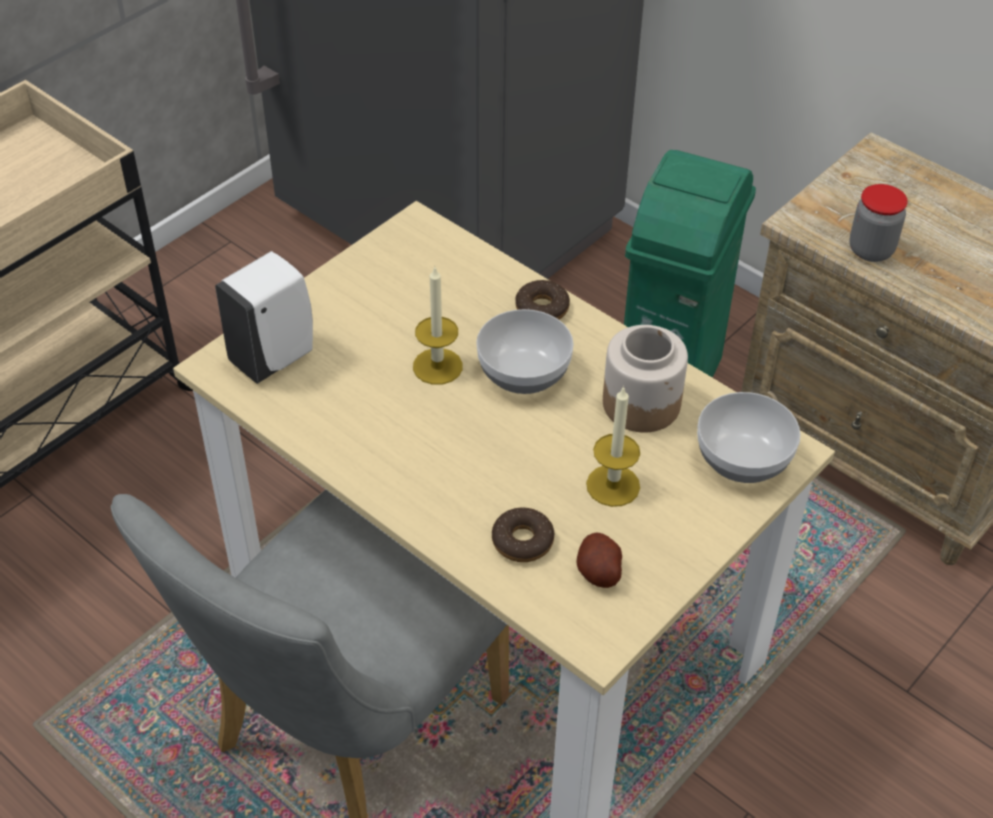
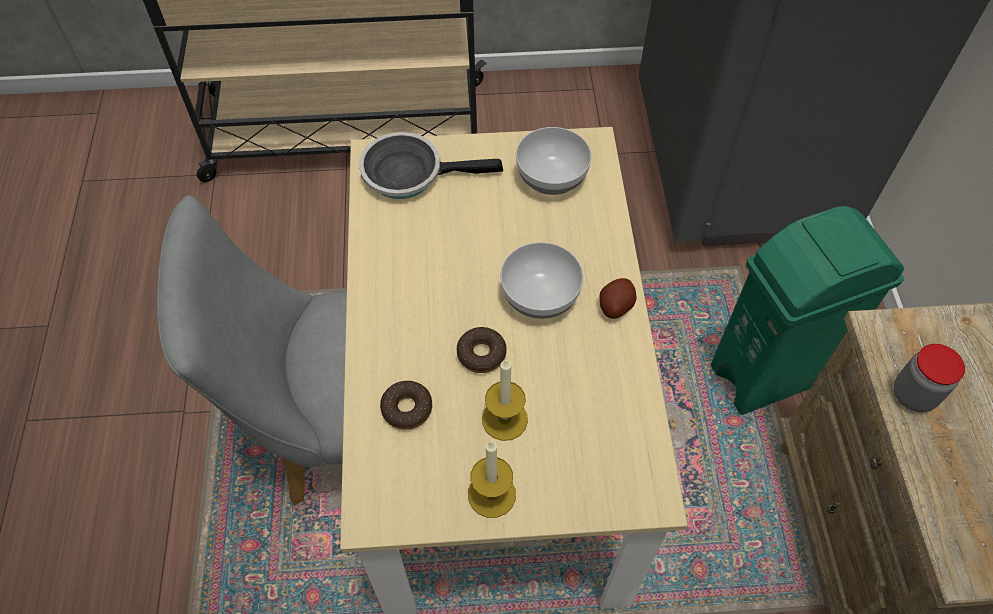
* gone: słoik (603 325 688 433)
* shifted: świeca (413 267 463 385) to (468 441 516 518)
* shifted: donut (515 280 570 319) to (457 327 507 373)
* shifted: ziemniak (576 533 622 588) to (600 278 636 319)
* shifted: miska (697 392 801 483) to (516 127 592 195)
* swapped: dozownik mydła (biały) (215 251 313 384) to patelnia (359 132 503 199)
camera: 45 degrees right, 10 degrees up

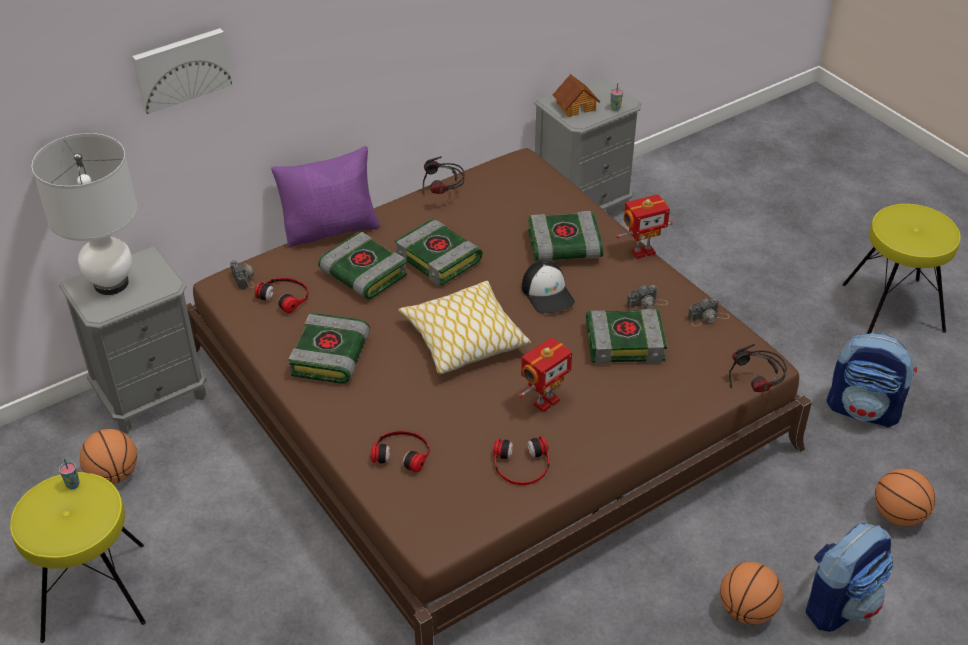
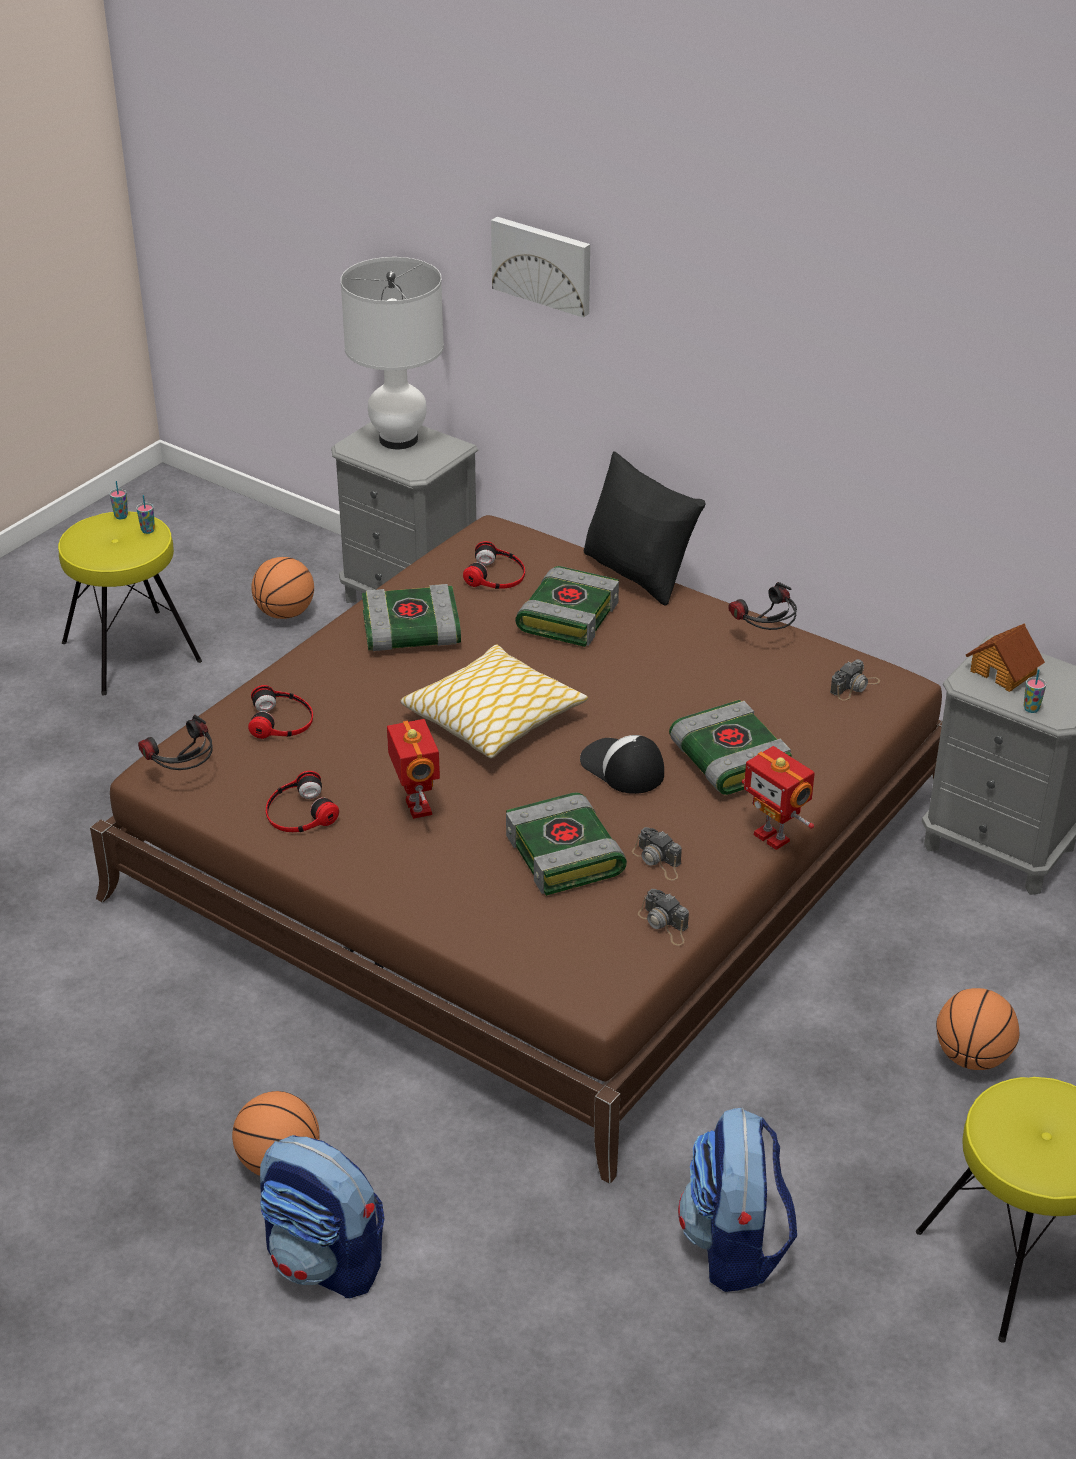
* gone: książka (395 219 483 286)
* new: filiżanka (109 481 128 519)
* shifted: aparat fotograficzny (230 260 255 290) to (830 659 880 700)
* shifted: słuchawki (729 344 787 392) to (138 715 213 770)
* shifted: piłka do koszykówki (875 468 935 526) to (936 988 1019 1070)
* repainted: poduszka (fioletowy) (271 146 380 247) to poduszka (czarny) (584 451 706 605)
* rotated: robot zabawkowy (519 337 572 412) = (387 719 440 819) 135 degrees counterclockwise
* rotated: czapka z daszkiem (522 261 575 314) = (580 735 664 794) 90 degrees clockwise
camera: 70 degrees right, 5 degrees down

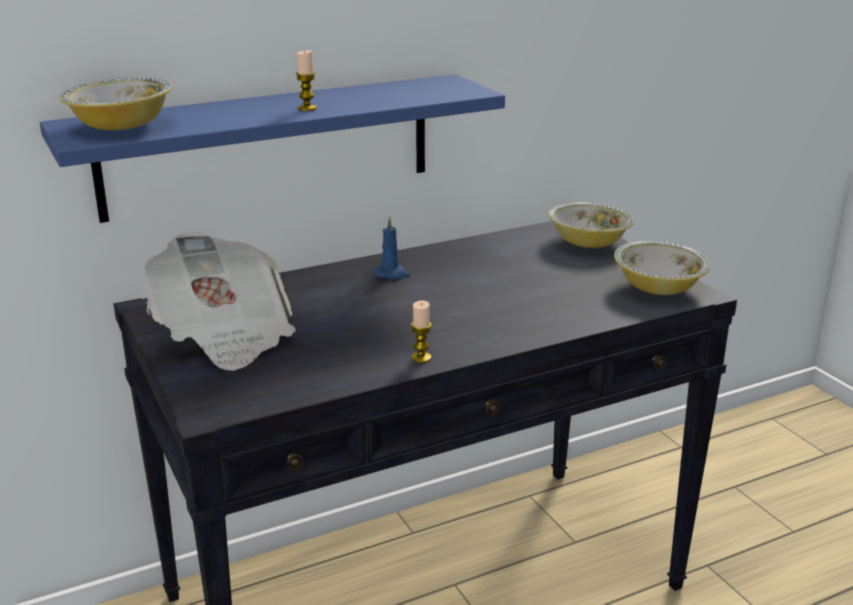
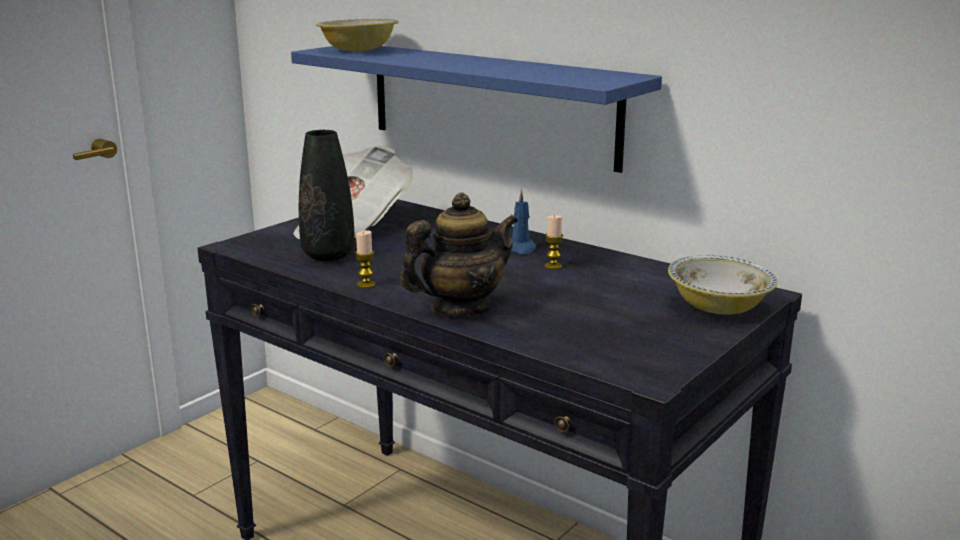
* gone: miska (614 240 710 295)
* new: wazon (czarny) (299 130 355 261)
* new: imbryk (400 192 518 317)
* shifted: świeca (296 50 317 111) to (544 215 563 270)
camera: 65 degrees right, 5 degrees down

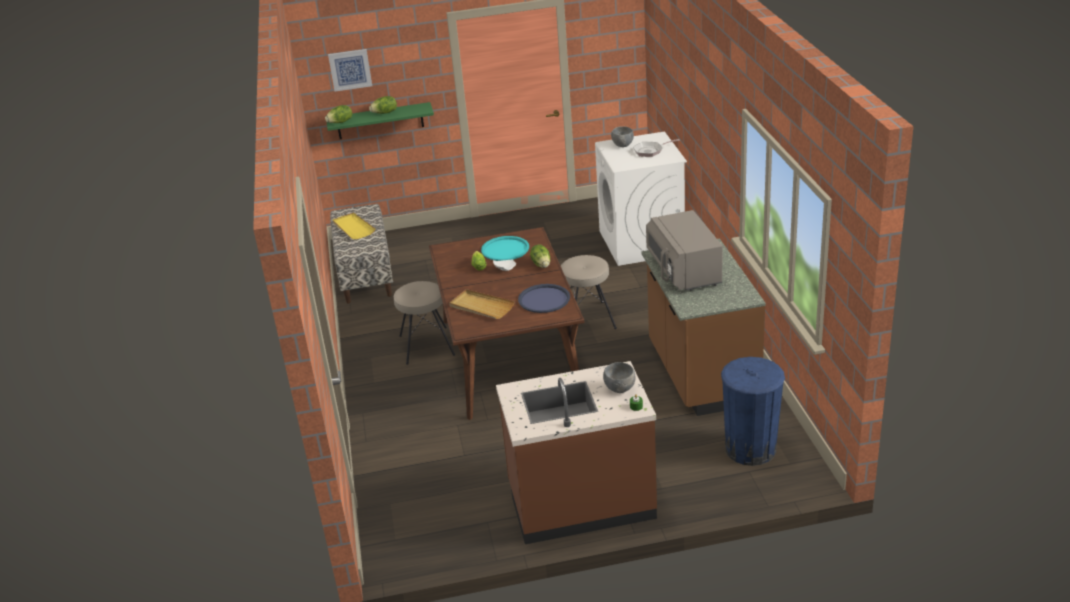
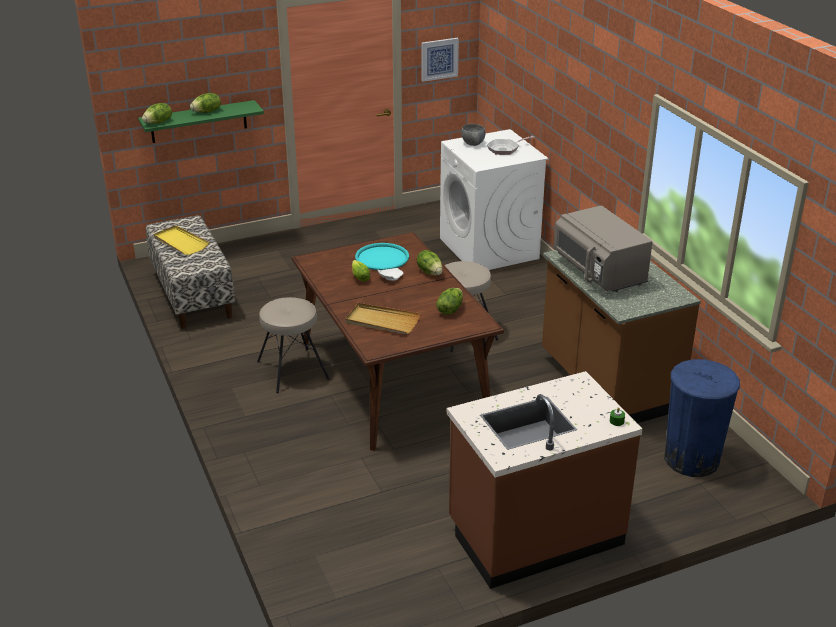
* gone: miska (szary) (603 362 636 393)
* shifted: obraz (328 49 372 92) to (421 38 459 82)
* swapped: taca (niebieski) (518 284 570 313) to sałata (436 288 463 315)
camera: 15 degrees left, 0 degrees up

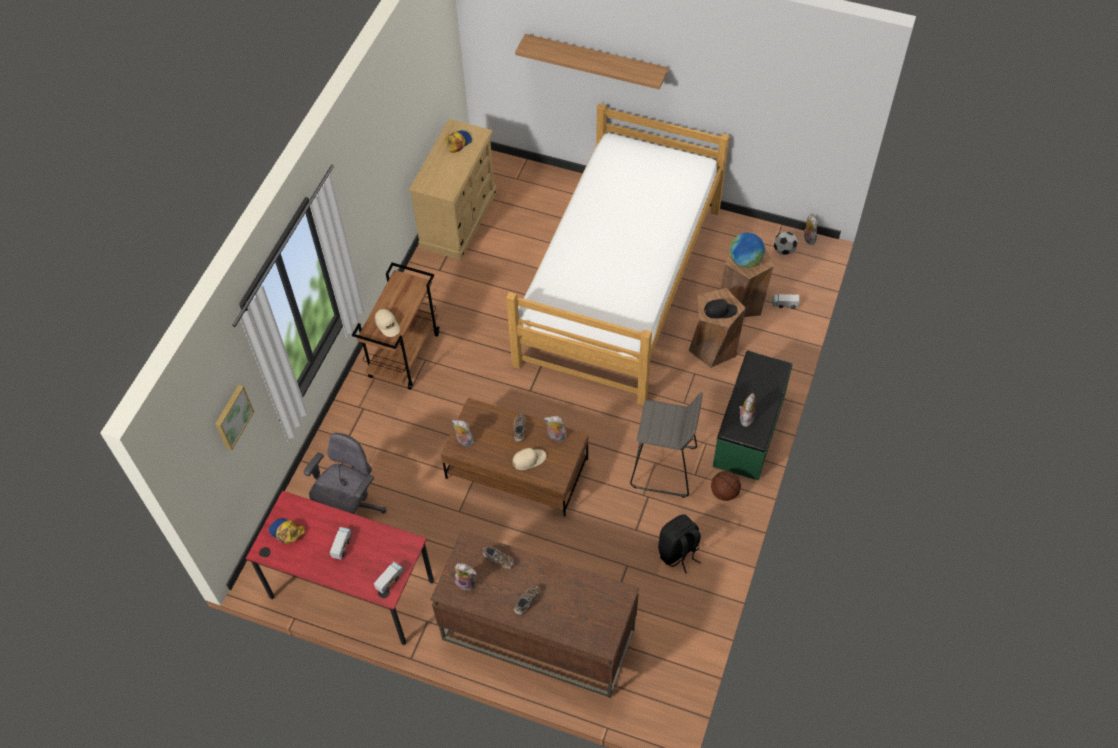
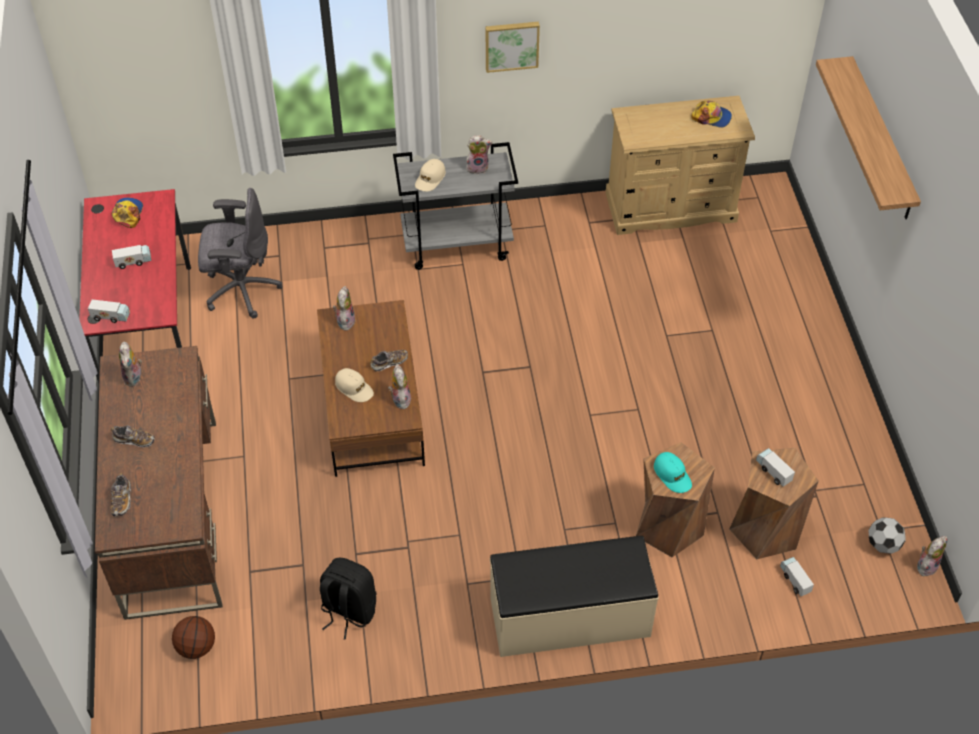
* gone: łóżko (506 103 729 405)
* gone: stołek (szary) (630 392 703 498)
* shifted: obraz (215 385 254 450) to (486 22 540 73)
* shifted: but (483 546 514 569) to (111 473 131 517)
* shifted: piłka do koszykówki (711 471 741 501) to (172 616 215 659)
* shifted: pluszak (739 393 755 428) to (466 135 493 174)
* swapped: globus (730 232 765 268) to ciężarówka zabawkowa (756 448 795 487)
* repainted: wózek (brązowy) (352 263 440 390) to wózek (szary) (393 142 518 270)
* repainted: czapka z daszkiem (czarny) (704 299 737 319) to czapka z daszkiem (turkusowy) (654 452 692 493)
* repainted: ławka (zielony) (713 351 793 480) to ławka (beżowy) (490 536 659 657)
camera: 60 degrees right, 5 degrees down

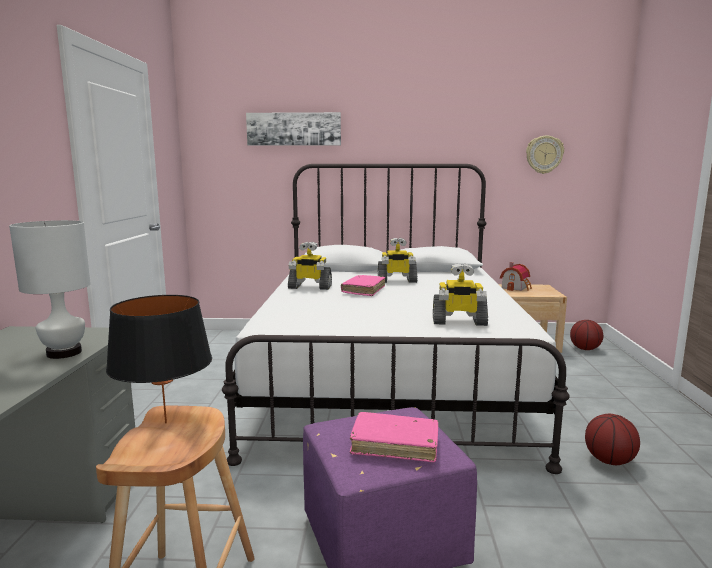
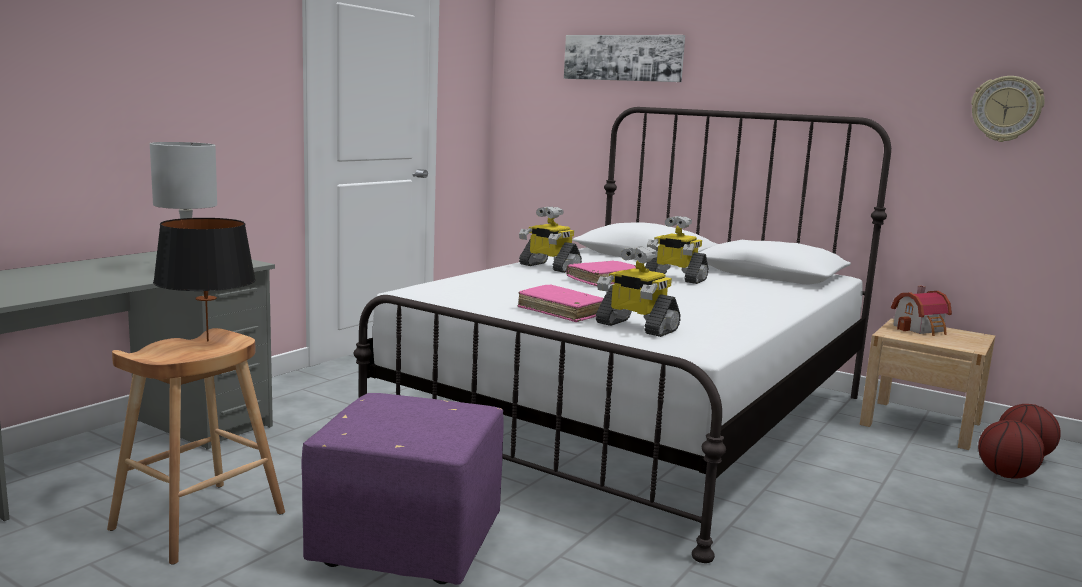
* shifted: książka (różowy) (350 412 438 462) to (517 284 604 322)
* shifted: piłka do koszykówki (585 414 640 465) to (978 420 1045 479)
camera: 30 degrees right, 0 degrees up

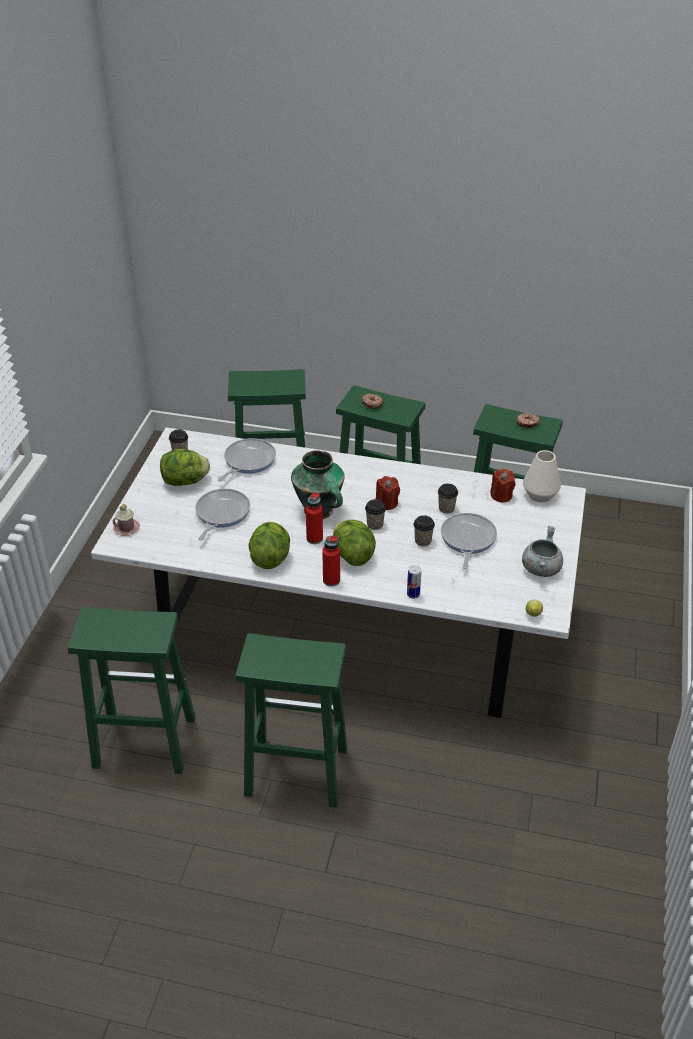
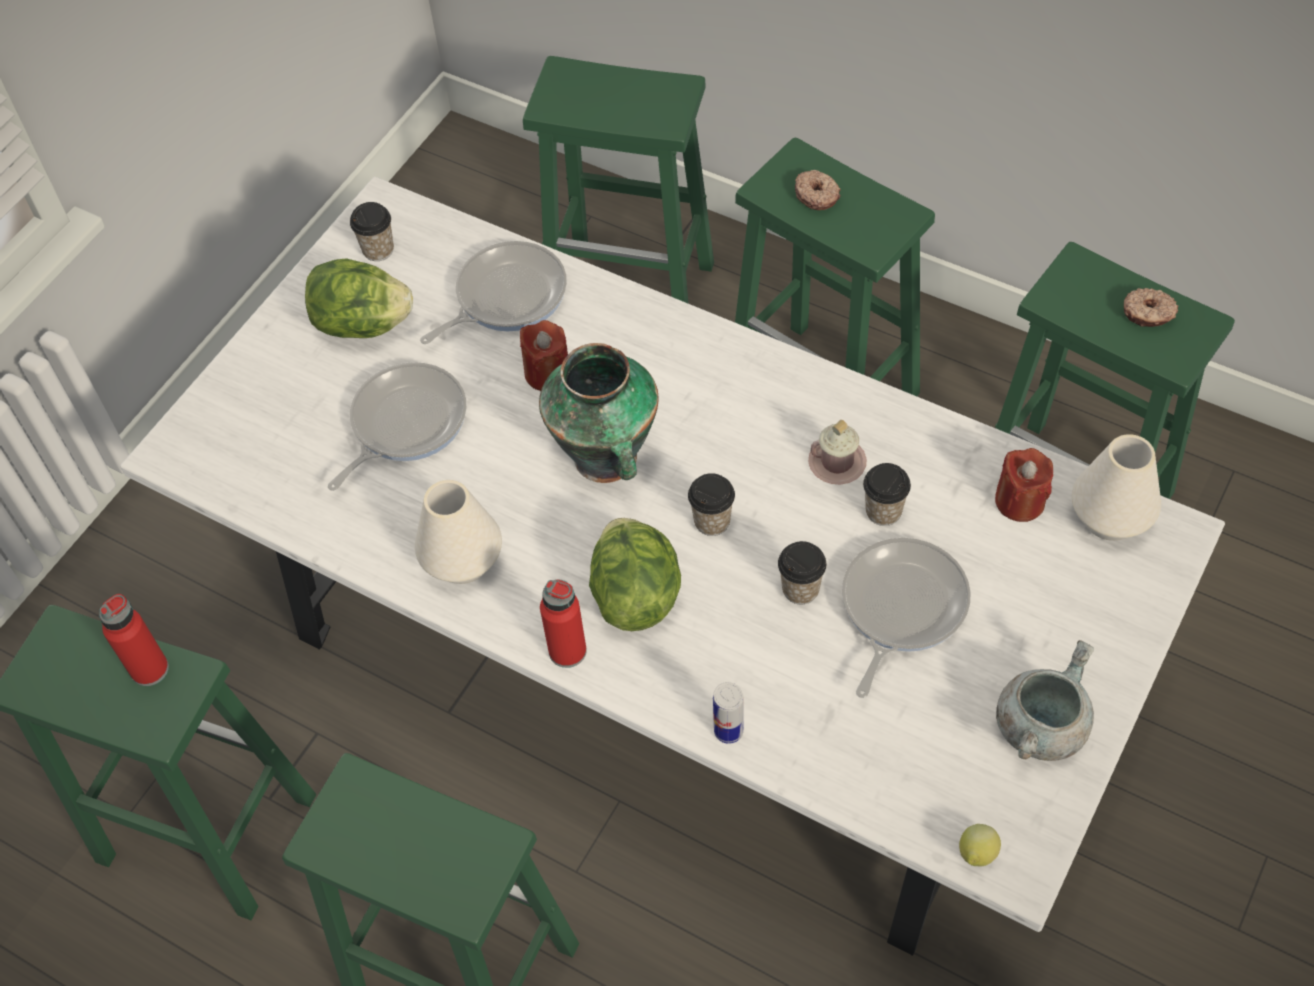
* shifted: kubek (różowy) (113 504 140 536) to (809 420 866 485)
* shifted: butelka (czerwony) (306 492 323 544) to (99 594 169 686)
* shifted: świeca (czerwony) (376 476 400 510) to (520 320 568 391)
* swapped: sałata (248 522 290 569) to wazon (biały) (415 480 502 584)
camera: 20 degrees right, 15 degrees up

